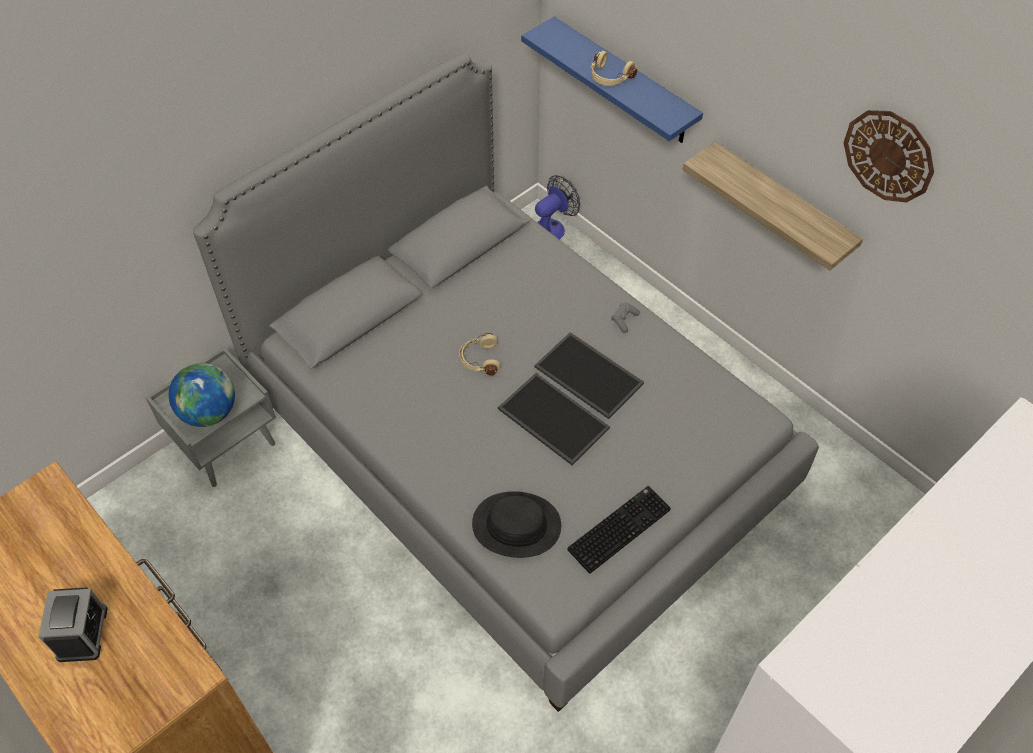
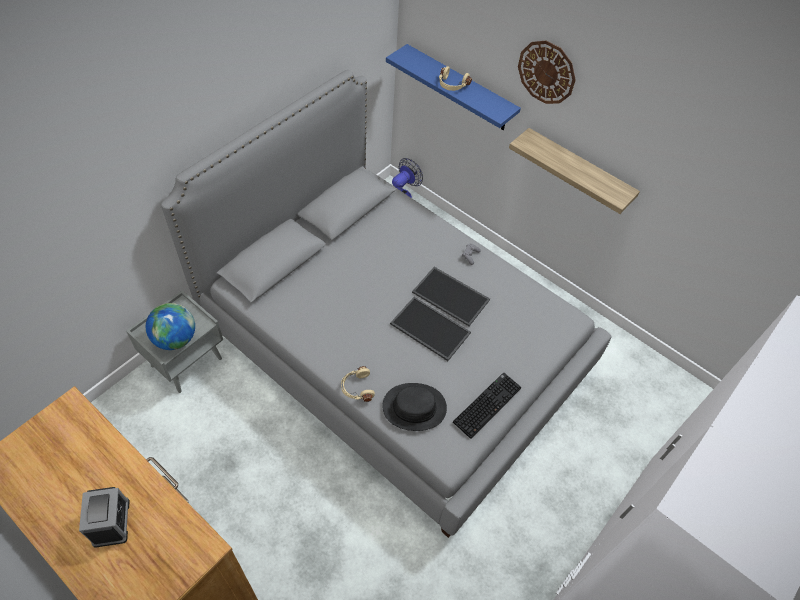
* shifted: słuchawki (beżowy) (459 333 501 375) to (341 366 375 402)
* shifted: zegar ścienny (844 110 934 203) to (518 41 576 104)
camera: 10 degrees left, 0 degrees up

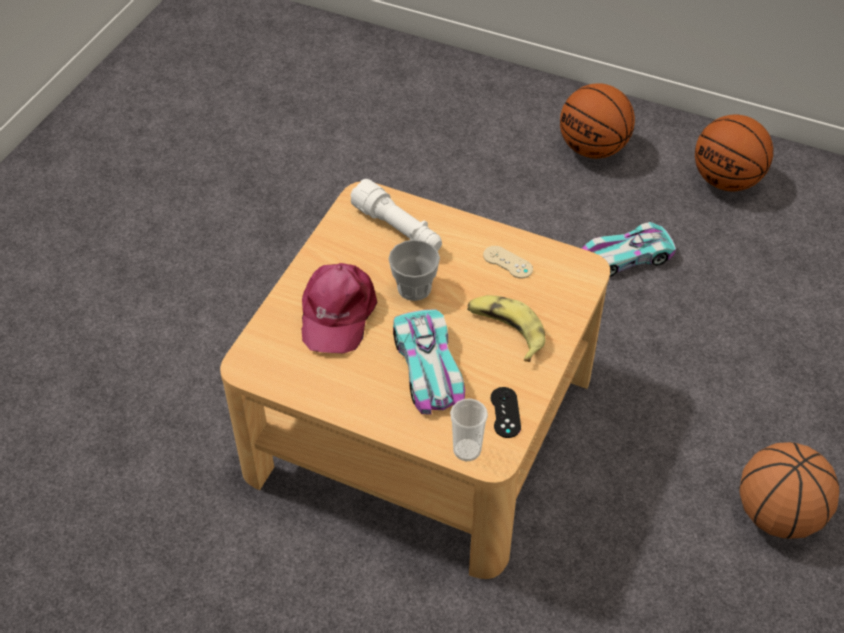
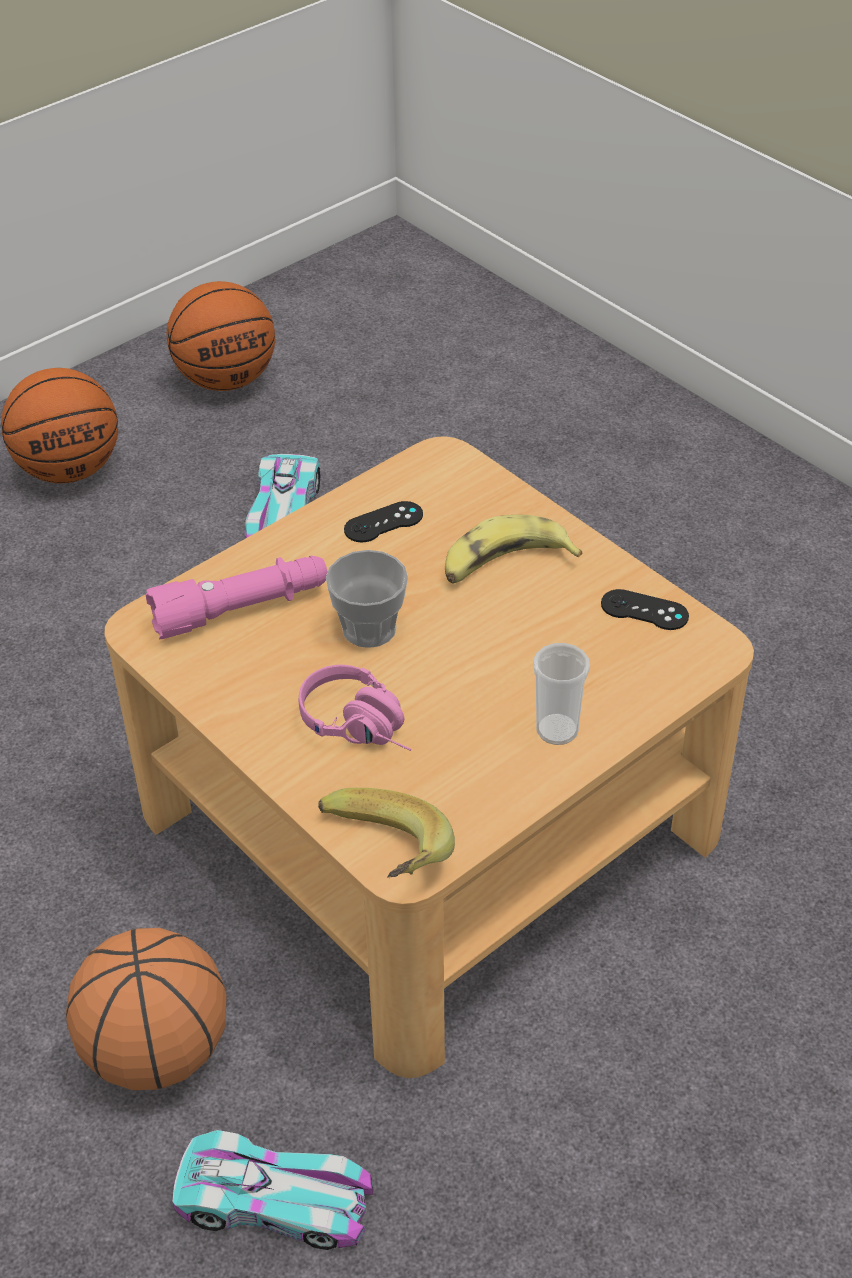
* new: banan (318 788 455 878)
* shifted: samochodzik (393 309 465 415) to (172 1130 374 1250)
* shifted: filiżanka (450 398 488 461) to (533 643 590 745)
* shifted: piłka do koszykówki (739 442 840 539) to (66 928 227 1090)
* swapped: czapka z daszkiem (różowy) (302 263 378 353) to słuchawki (różowy) (299 665 411 751)
* repainted: latarka (biały) (350 179 442 251) to latarka (różowy) (145 556 328 639)
* repainted: pad do gier (beżowy) (483 246 533 278) to pad do gier (czarny) (344 501 423 542)
camera: 65 degrees left, 5 degrees down

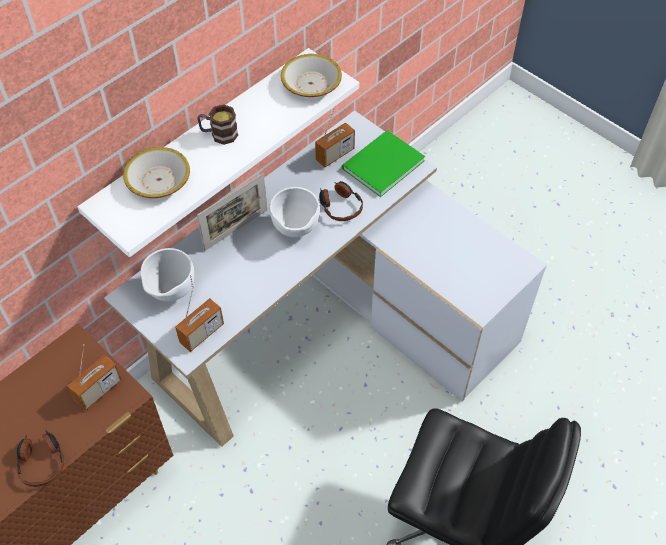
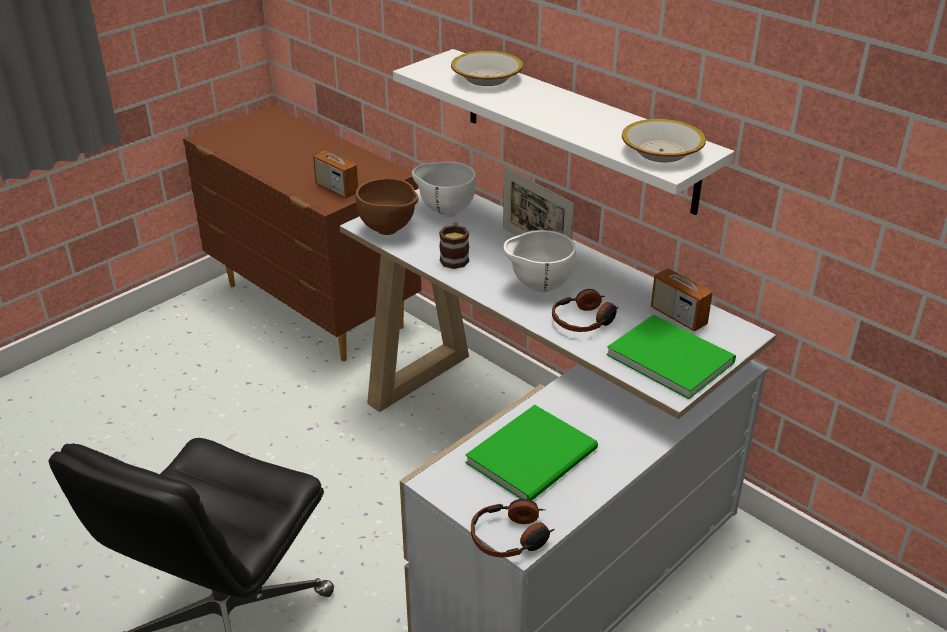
* new: książka (zielony) (465 405 598 501)
* shifted: słuchawki (16 431 64 487) to (471 499 555 558)
* shifted: kubek (197 104 238 145) to (439 222 469 269)
* swapped: radio (175 286 224 352) to miska (brązowy) (356 178 419 235)
camera: 90 degrees right, 20 degrees down

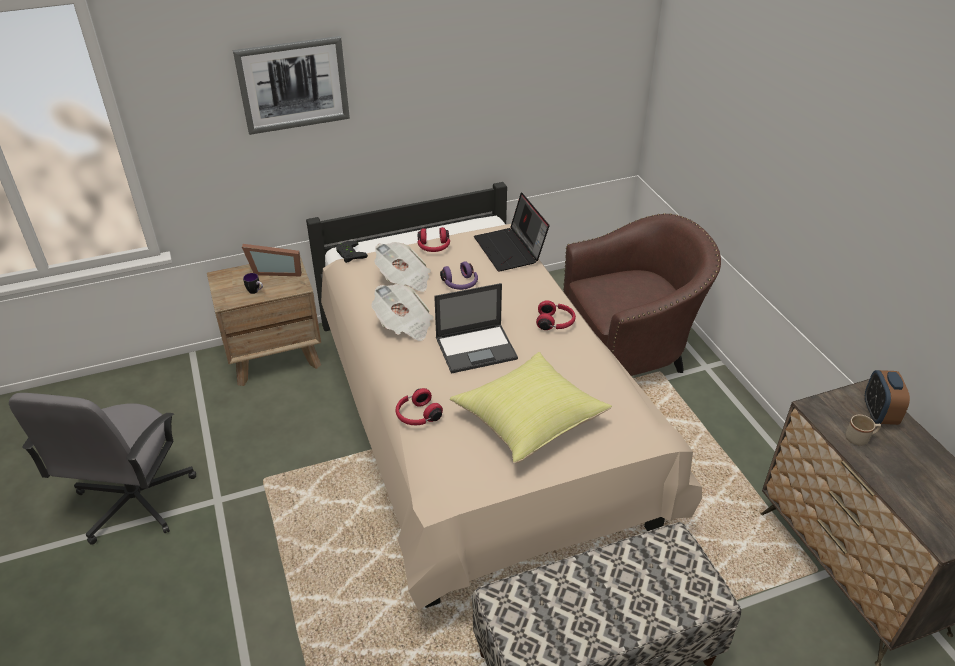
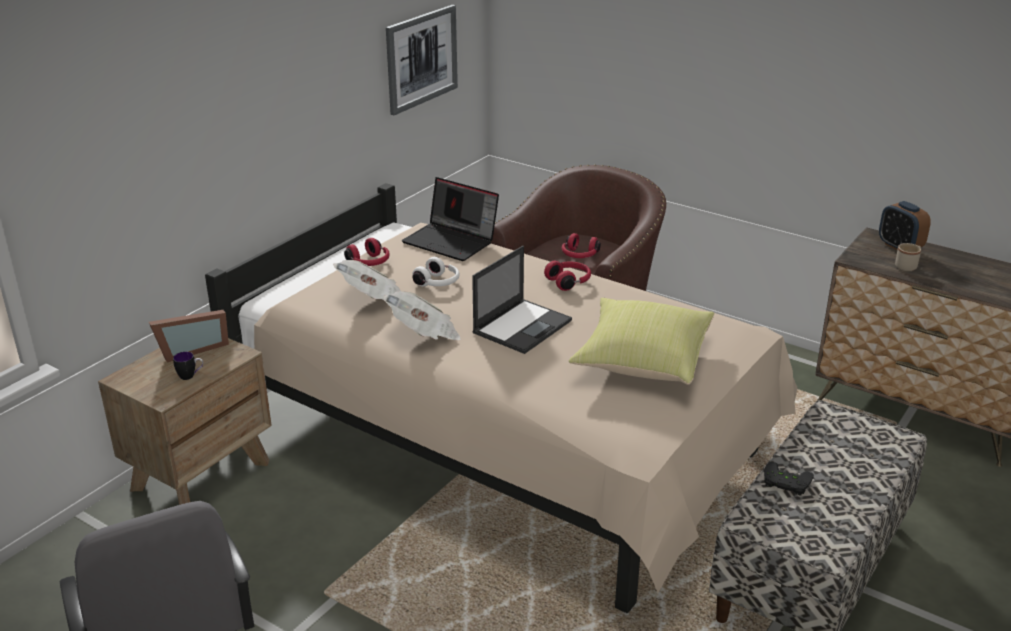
* shifted: obraz (233 36 350 135) to (386 5 458 115)
* shifted: pad do gier (czarny) (336 241 368 263) to (764 462 814 496)
* shifted: słuchawki (czerwony) (395 388 443 425) to (562 233 601 258)
* repainted: słuchawki (fioletowy) (440 261 478 290) to słuchawki (biały) (412 257 459 287)
camera: 35 degrees left, 10 degrees down

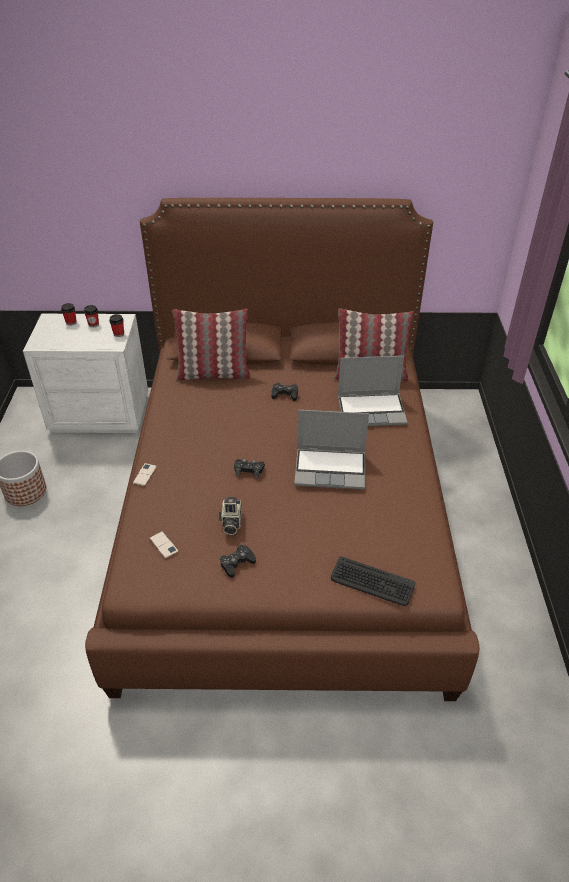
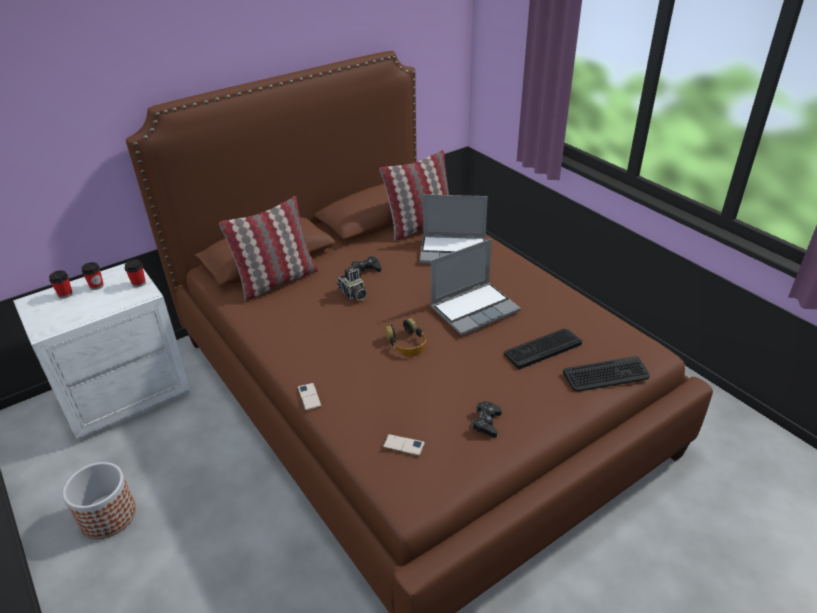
* new: klawiatura (504 329 582 369)
* shifted: aparat fotograficzny (219 497 242 535) to (337 266 367 301)
* swapped: pad do gier (czarny) (234 459 265 478) to słuchawki (385 318 426 356)
* rotated: laptop (338 356 408 426) = (420 194 488 264) 45 degrees clockwise
camera: 35 degrees left, 5 degrees down

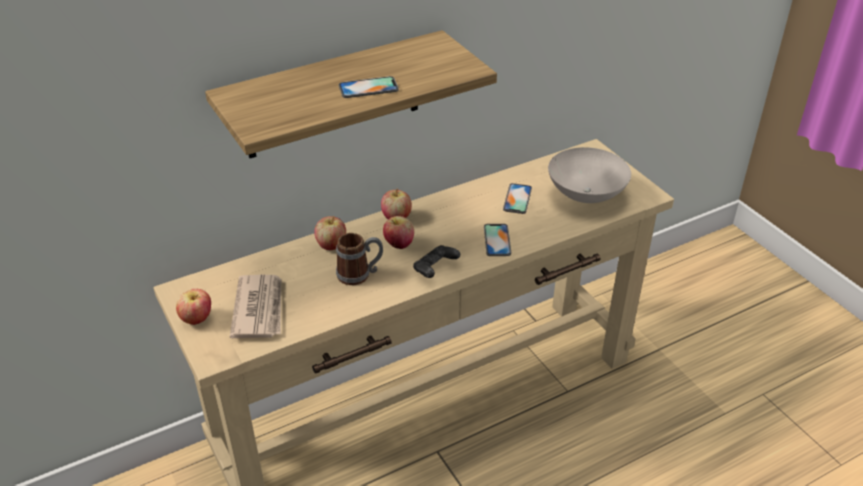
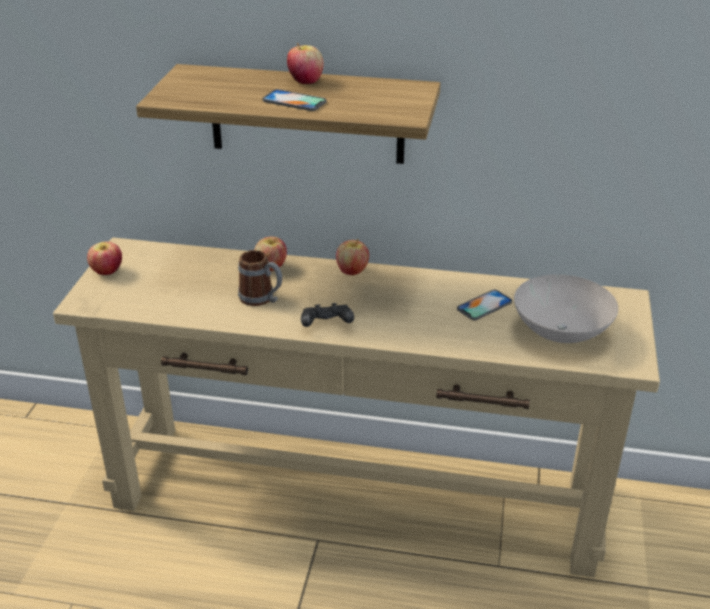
* gone: gazeta (230 275 281 338)
* gone: telefon (484 224 511 256)
* shifted: jabłko (383 216 414 249) to (287 43 324 84)
camera: 40 degrees right, 5 degrees down

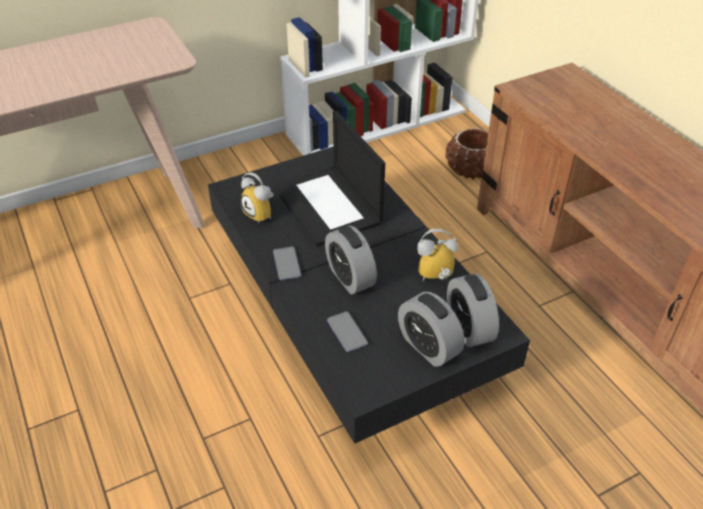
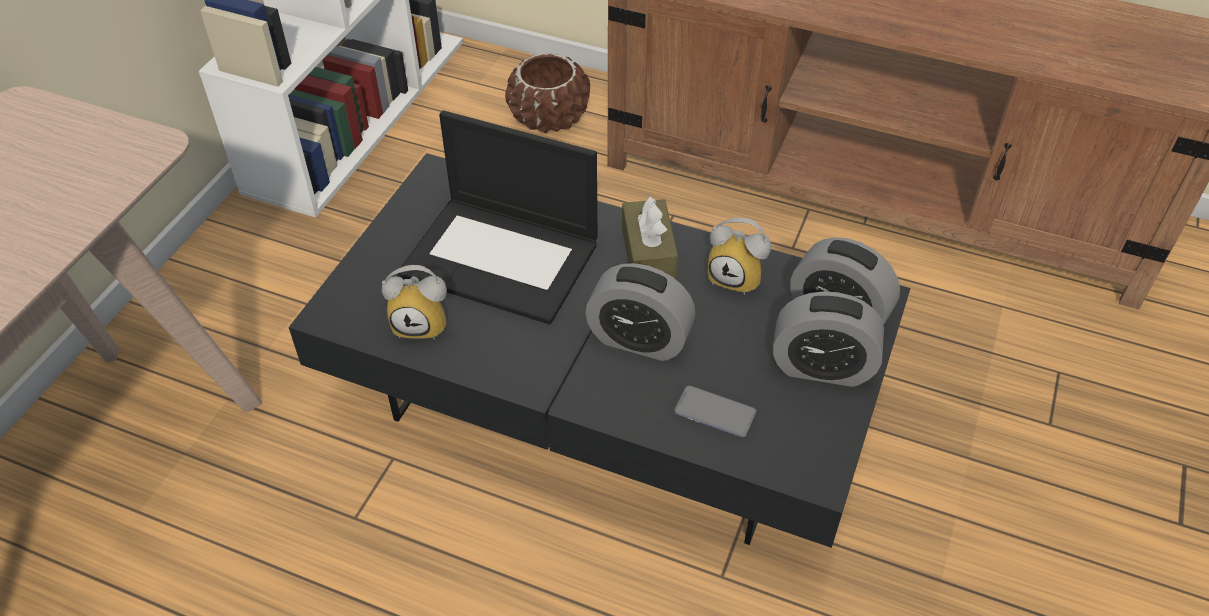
* gone: telefon (273 247 301 280)
* new: pudełko chusteczek (brązowy) (622 196 678 280)
* rotated: budzik (417 229 458 281) = (707 217 771 295) 105 degrees counterclockwise
camera: 40 degrees left, 5 degrees up

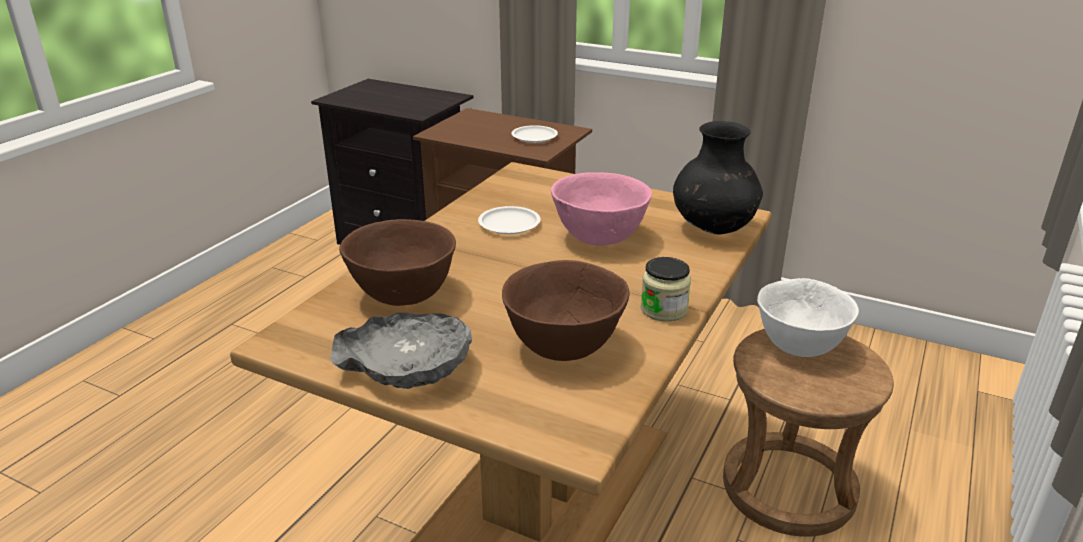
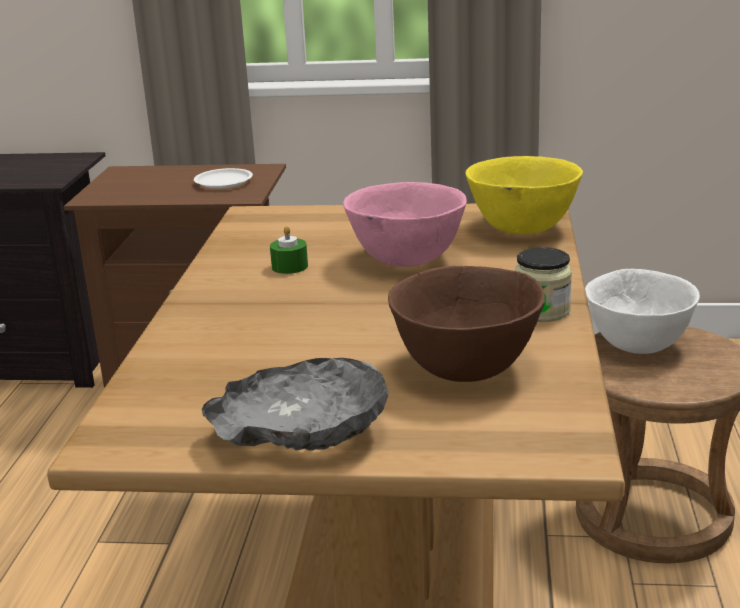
* gone: miska (brązowy) (339 219 456 306)
* swapped: talerz (biały) (478 206 540 234) to świeca (zielony) (270 226 308 274)
* swapped: wazon (czarny) (673 121 763 235) to miska (żółty) (465 156 583 234)
camera: 20 degrees left, 5 degrees down

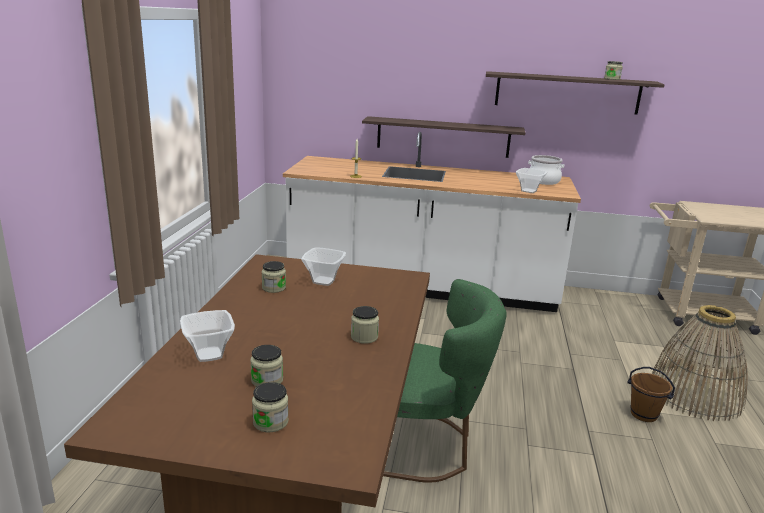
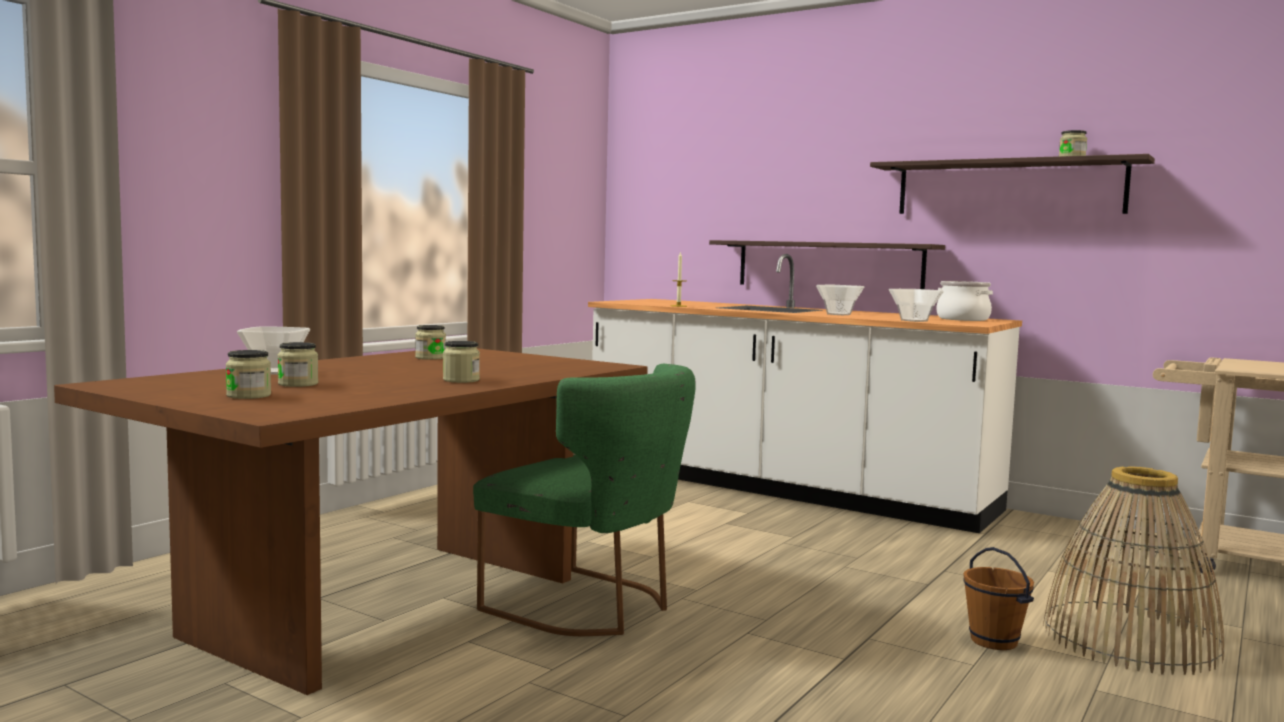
* shifted: miska (301 247 346 286) to (816 285 864 315)
camera: 25 degrees right, 15 degrees down

